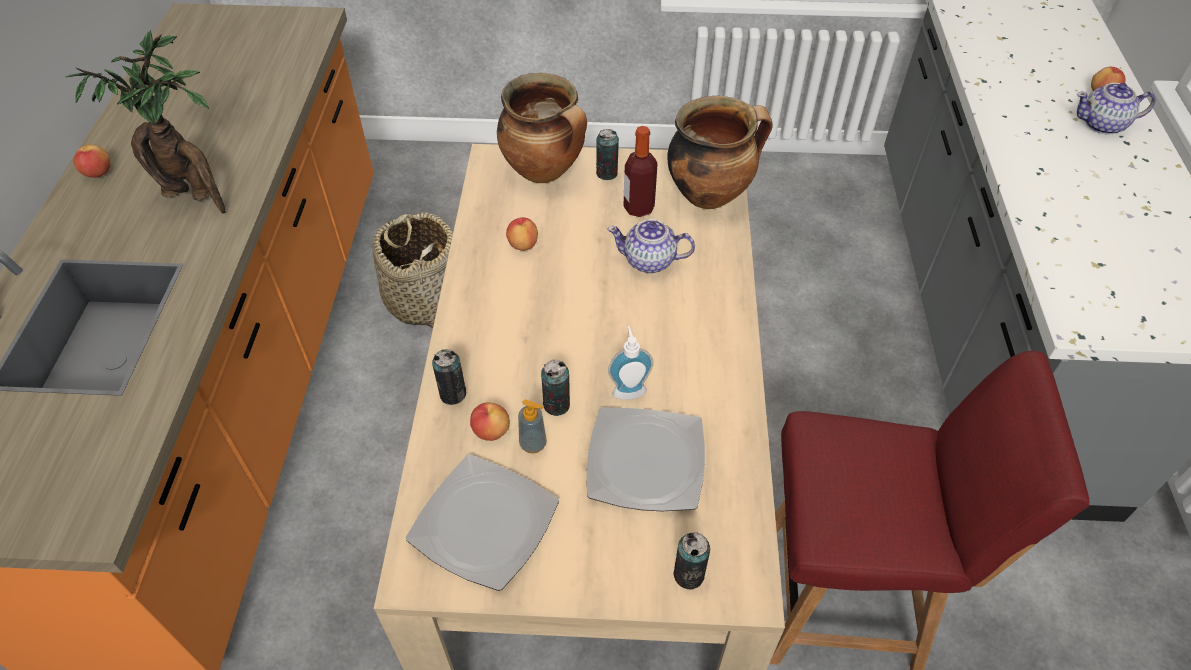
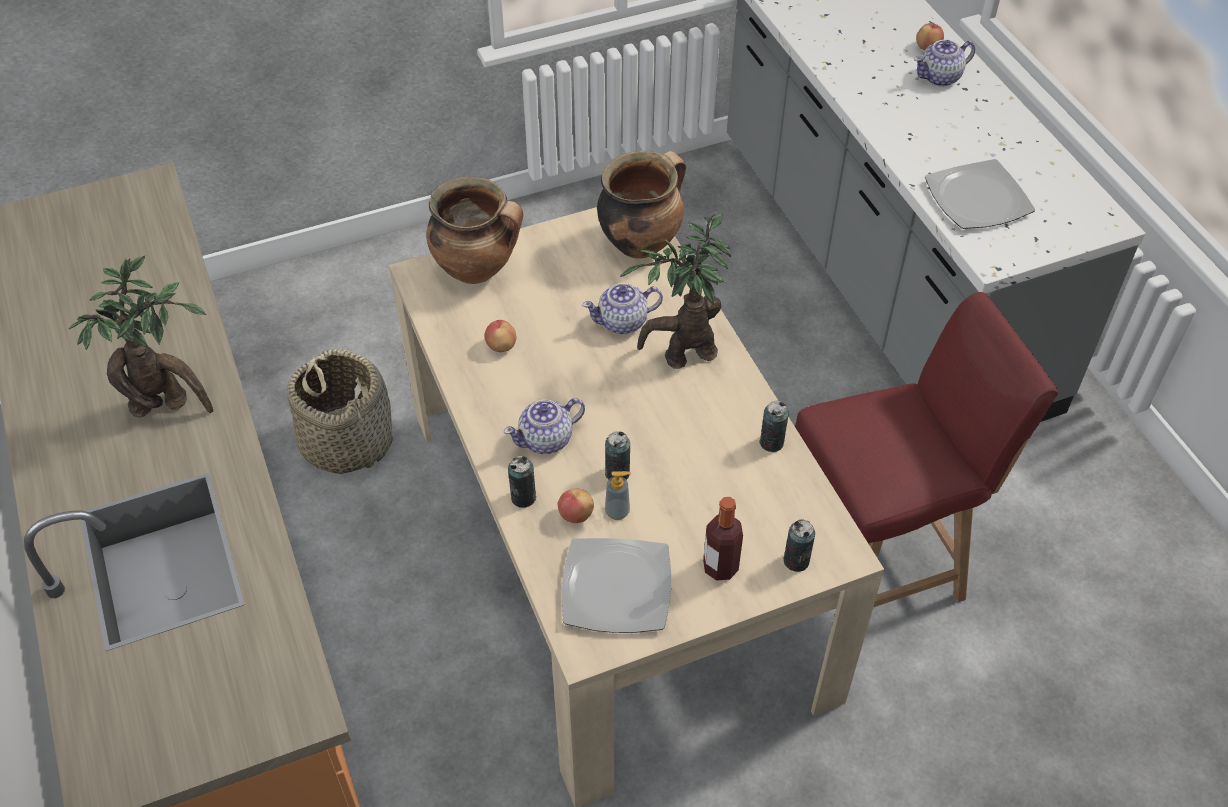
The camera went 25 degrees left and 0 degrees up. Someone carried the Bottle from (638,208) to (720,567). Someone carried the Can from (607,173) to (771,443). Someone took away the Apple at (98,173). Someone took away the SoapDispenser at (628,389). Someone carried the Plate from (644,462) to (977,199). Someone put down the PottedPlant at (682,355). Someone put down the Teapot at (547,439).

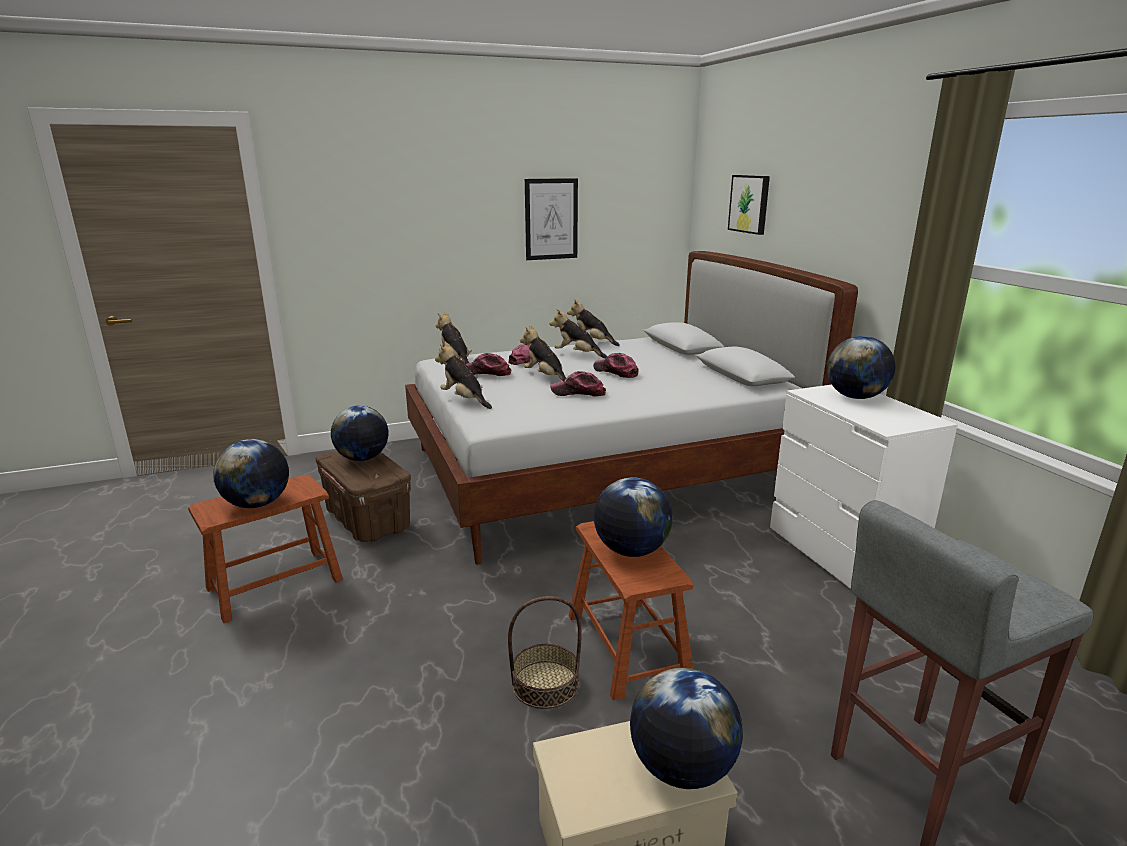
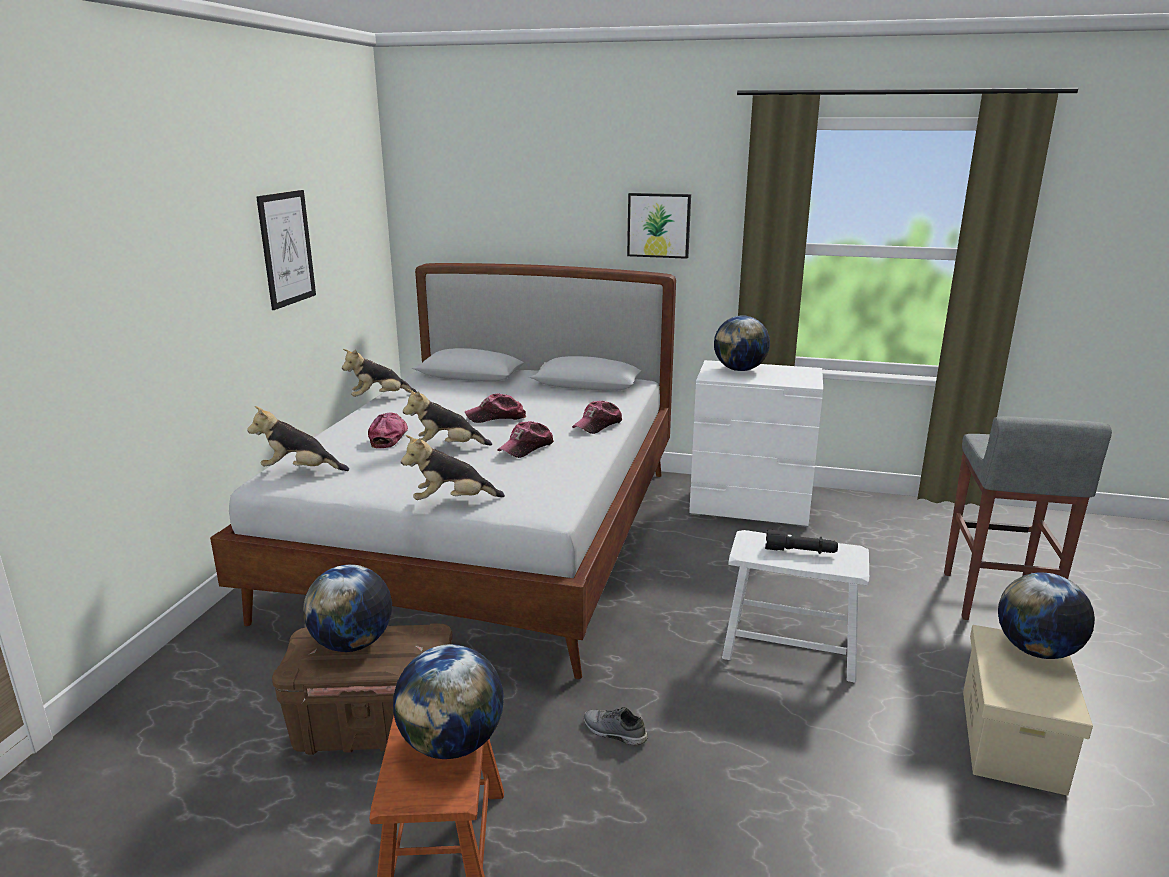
The camera went 55 degrees left and 0 degrees up. Someone carried the Picture from (750,204) to (659,225). Someone took away the PlushToy at (577,355). Someone carried the Cap from (486,373) to (598,425). Someone swapped the Globe at (631,550) for the BlackFlashlight at (800,552). Someone repainted the BrownStool at (627,646), which became the WhiteStool at (790,647). Someone took away the Basket at (545,684). Someone put down the GreyShoe at (613,733).

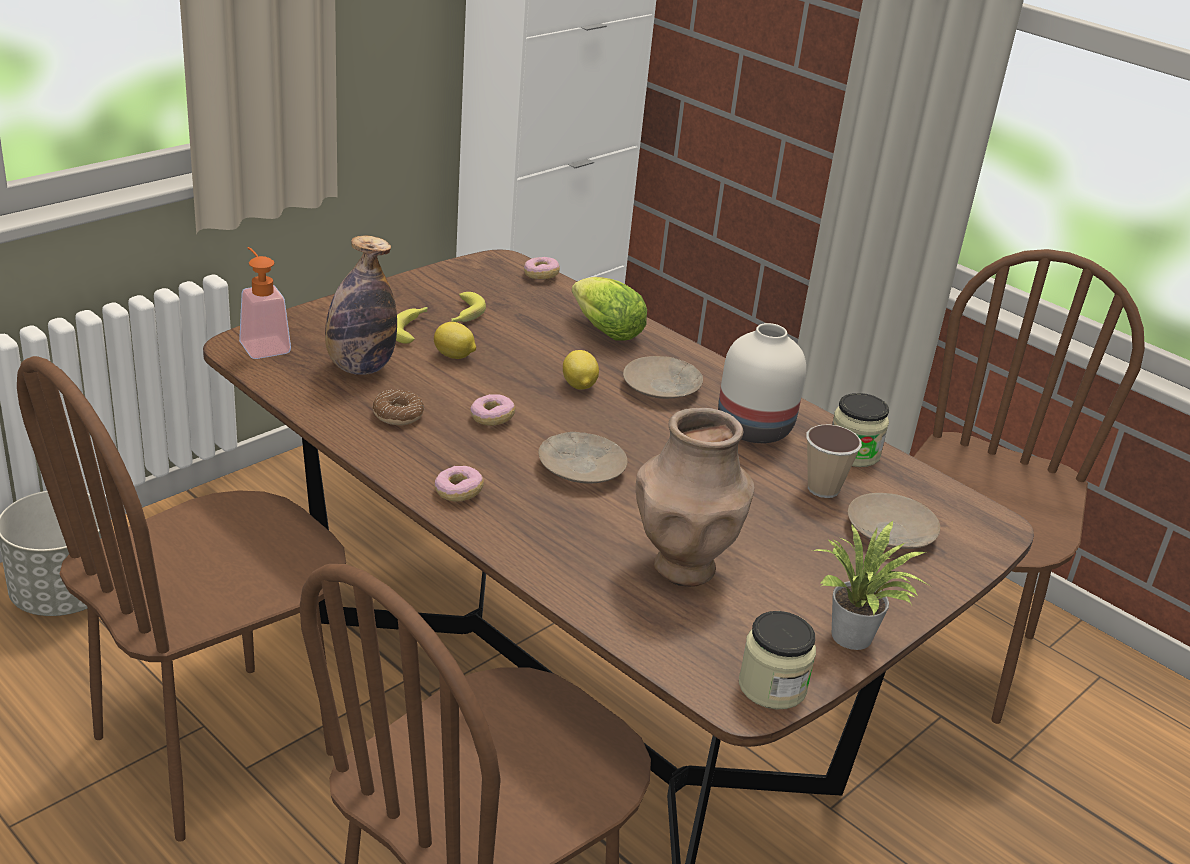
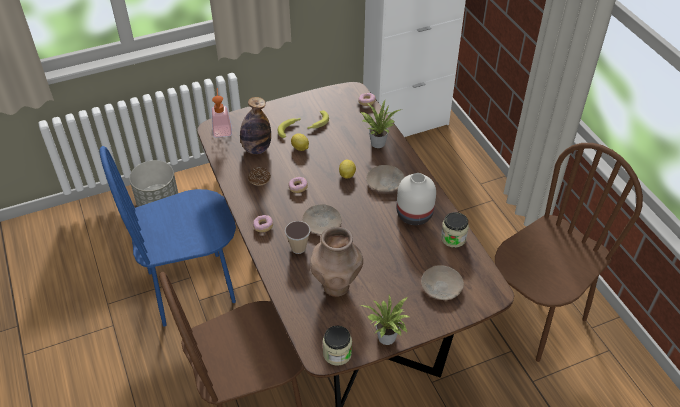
The camera went 25 degrees right and 15 degrees up. Someone swapped the Lettuce at (602,330) for the PottedPlant at (377,142). Someone repainted the BrownChair at (216,746), which became the BlueChair at (191,288). Someone carried the Cup from (823,489) to (298,248).

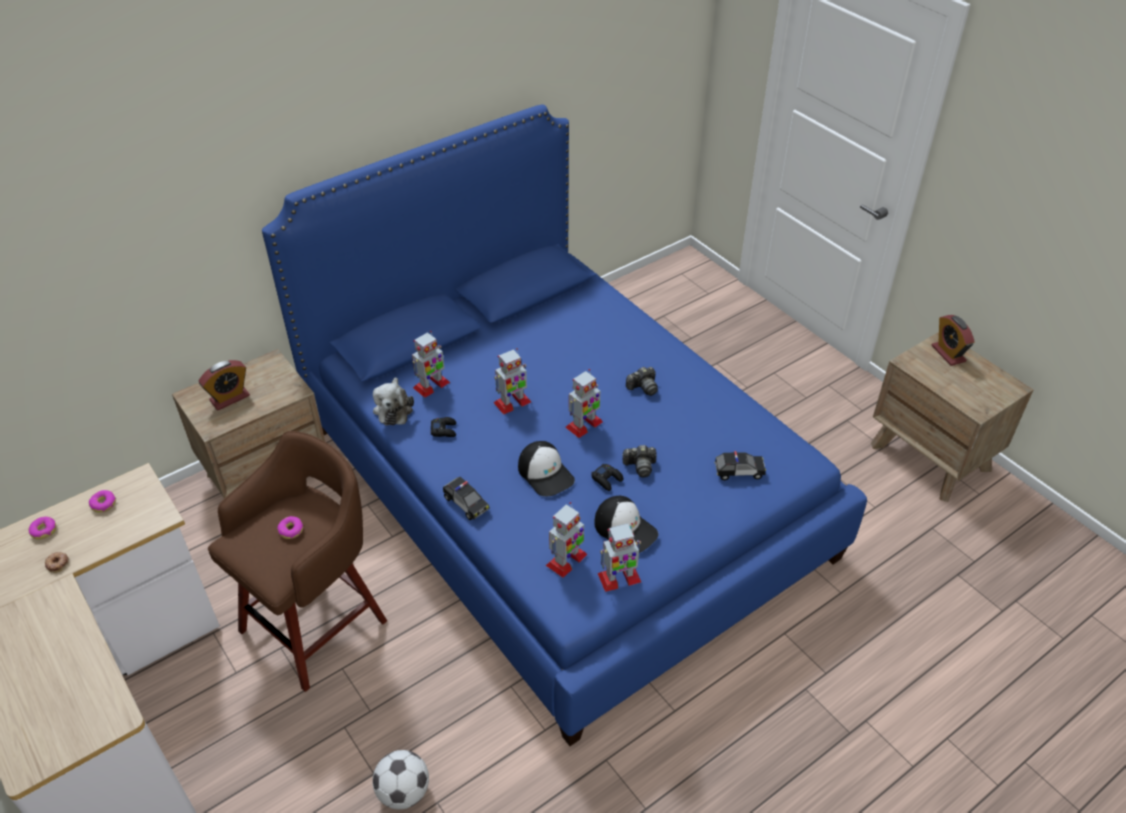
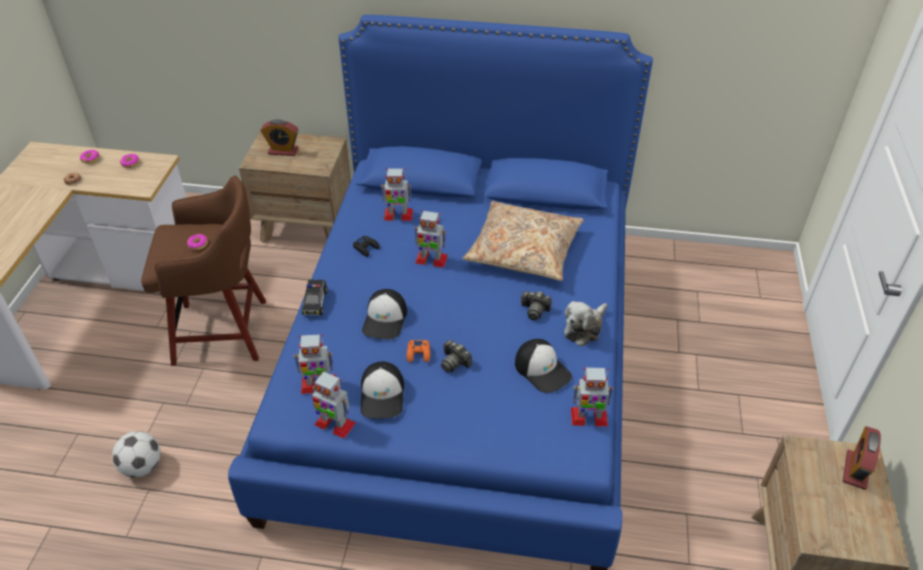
The camera went 45 degrees right and 0 degrees up. Someone carried the ToyRobot from (584,425) to (588,417). Someone carried the PlushToy from (393,409) to (584,328). Someone took away the ToyCar at (738,471). Someone repainted the BlackGameController at (607,479), which became the OrangeGameController at (419,353). Someone put down the BeigePillow at (523,250). Someone put down the Cap at (542,369).

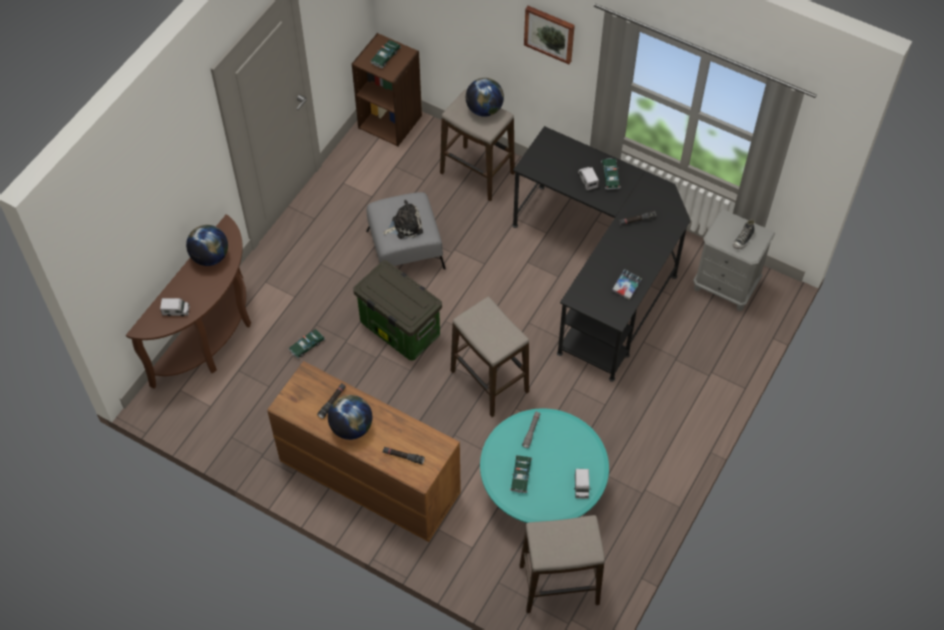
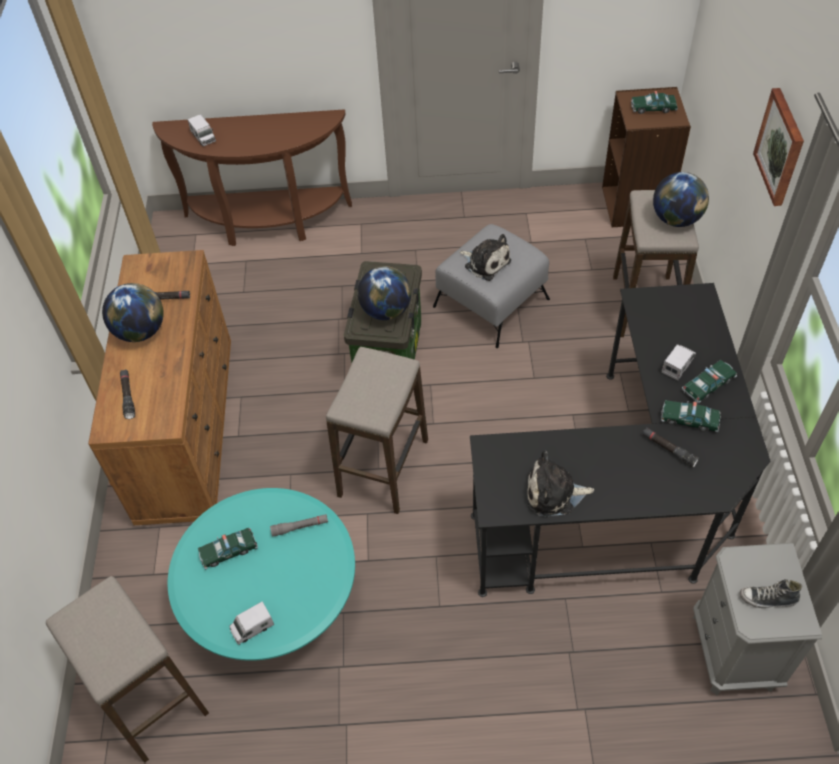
The camera went 60 degrees right and 5 degrees down. Someone carried the Globe from (210,257) to (386,311). Someone swapped the Book at (626,286) for the PlushToy at (554,493). Someone carried the ToyCar from (307,346) to (689,420).

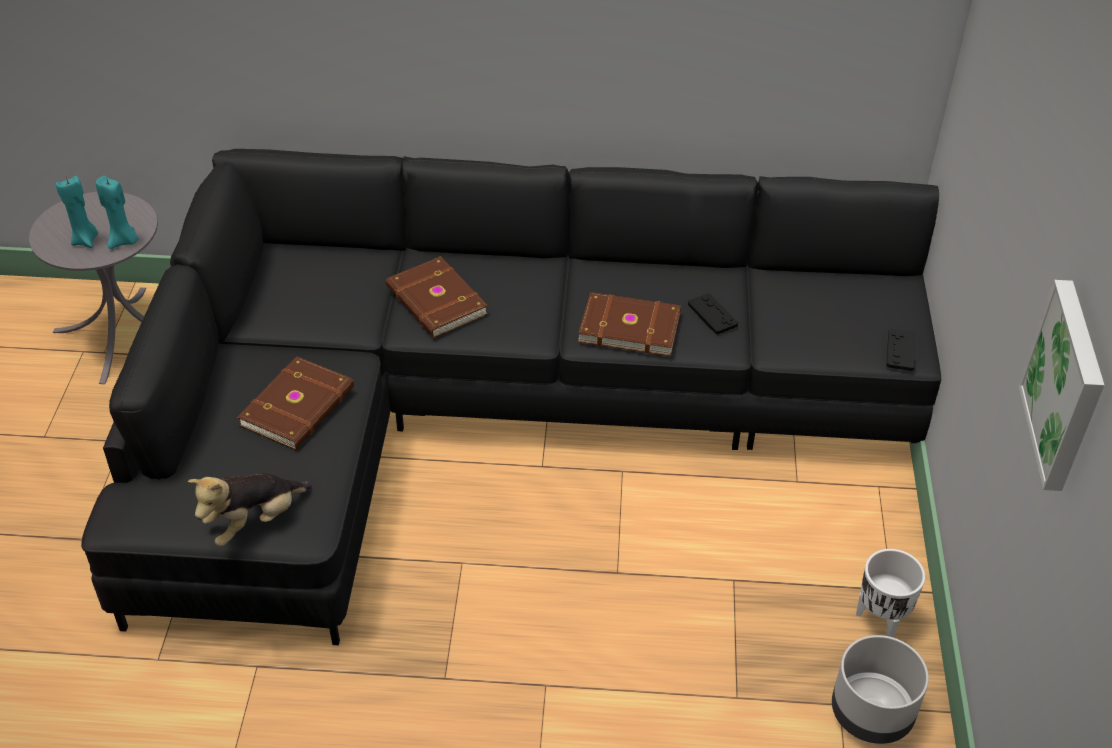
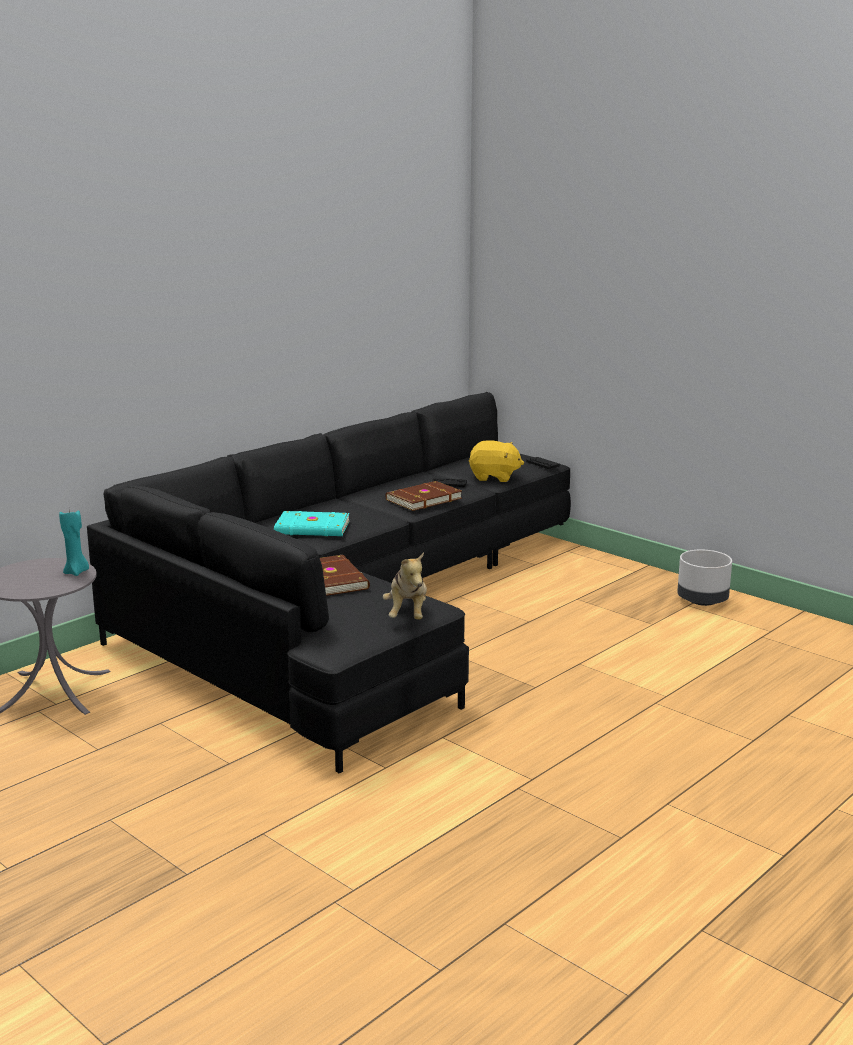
The camera went 50 degrees left and 25 degrees down. Someone took away the TurquoiseCandle at (85,240). Someone repainted the BrownBook at (435,302), which became the TurquoiseBook at (312,528). Someone took away the Picture at (1067,385). Someone took away the WhitePlanter at (880,619). Someone put down the YellowPlushToy at (494,477).

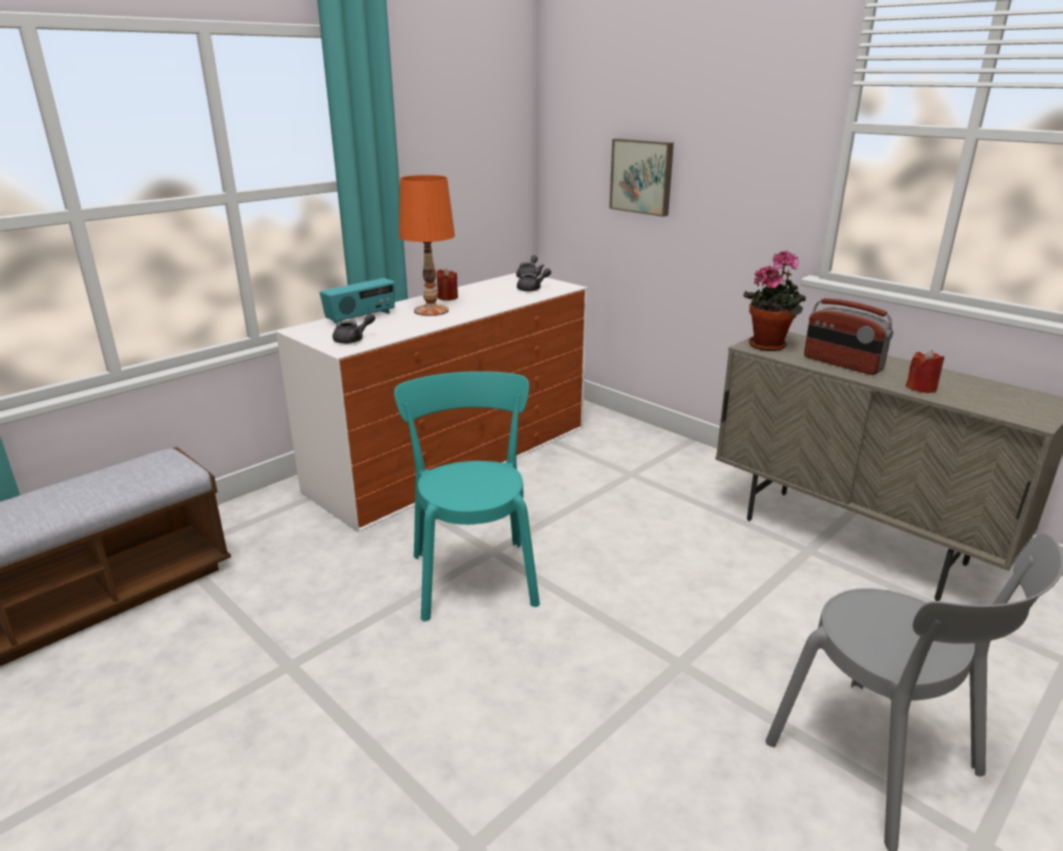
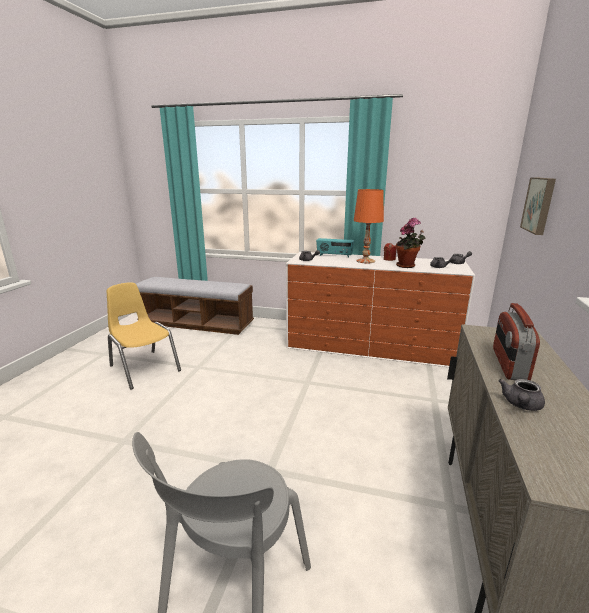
The camera went 60 degrees right and 5 degrees down. Someone carried the PottedPlant from (770,345) to (407,266). Someone swapped the RedCandle at (921,388) for the GreyTeapot at (521,405). Someone took away the TurquoiseChair at (473,574). Someone put down the YellowChair at (144,368).

